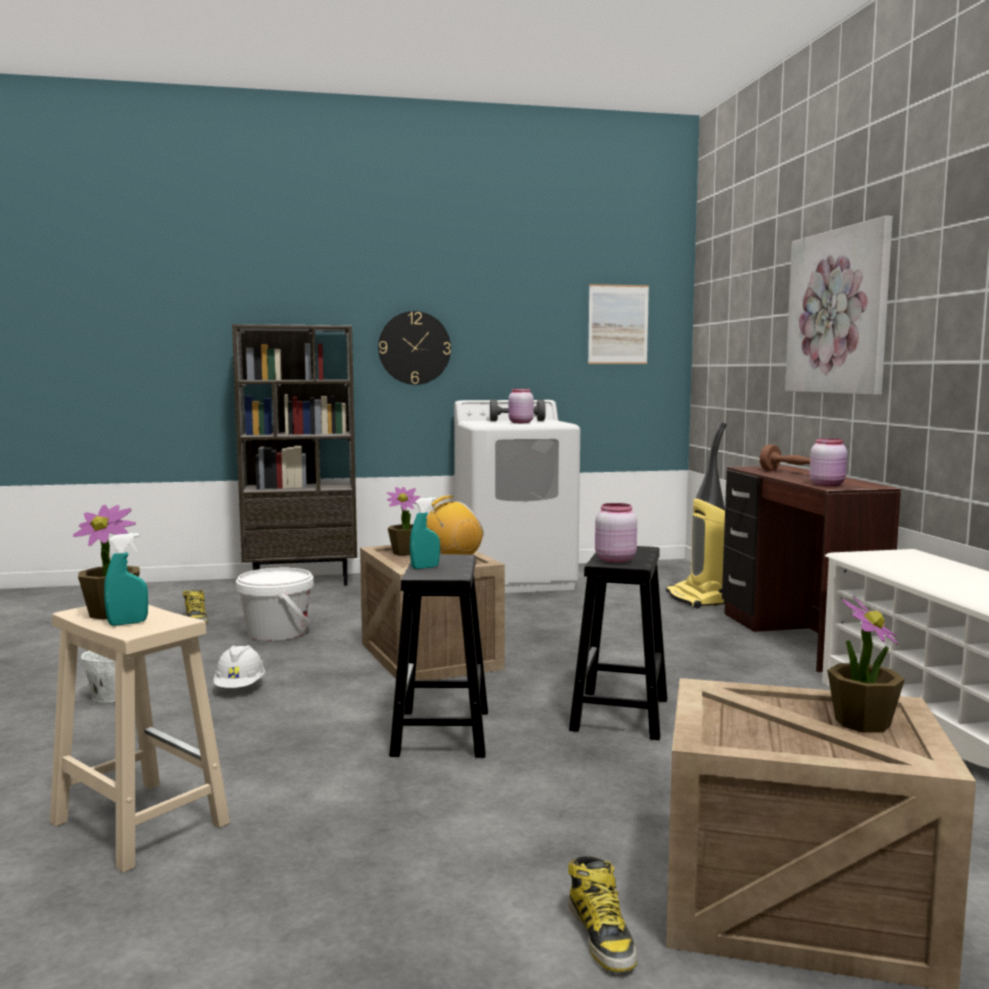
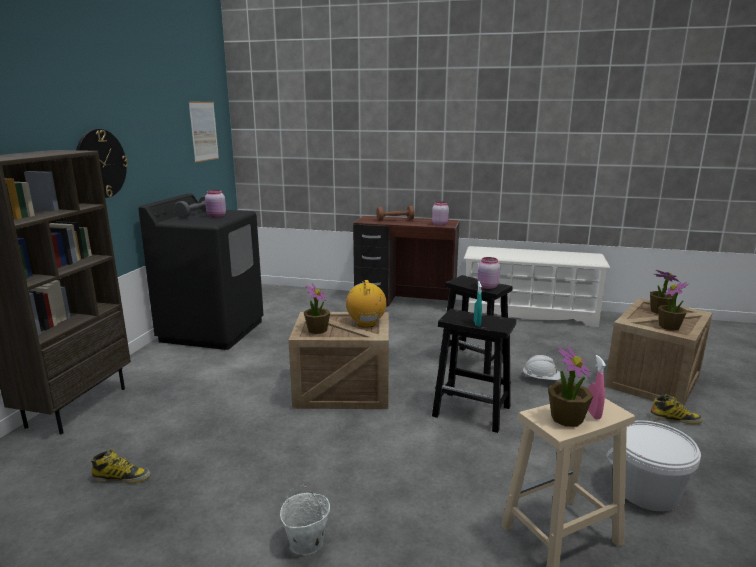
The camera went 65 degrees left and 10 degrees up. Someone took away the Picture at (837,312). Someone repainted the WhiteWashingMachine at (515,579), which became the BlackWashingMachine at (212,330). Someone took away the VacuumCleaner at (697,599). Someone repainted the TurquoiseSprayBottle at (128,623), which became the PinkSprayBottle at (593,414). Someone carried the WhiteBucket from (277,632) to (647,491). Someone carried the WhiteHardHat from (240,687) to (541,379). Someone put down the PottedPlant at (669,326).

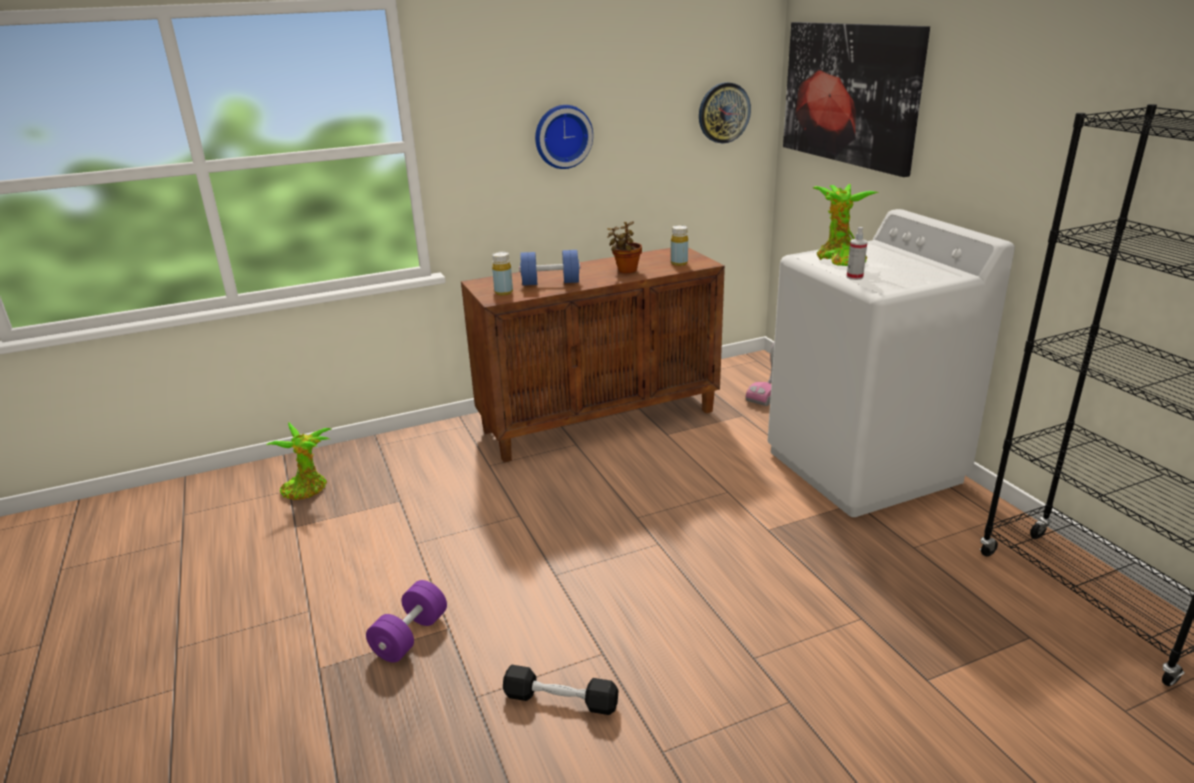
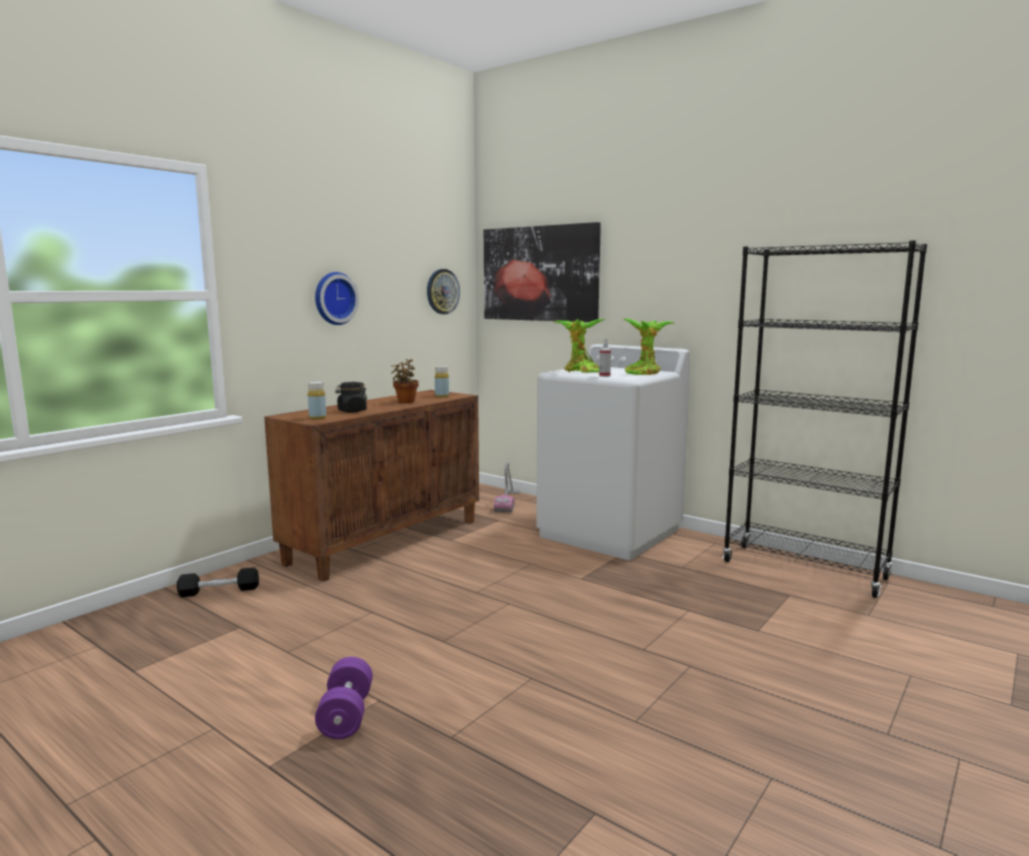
The camera went 30 degrees left and 15 degrees down. Someone swapped the BlueDumbbell at (550,283) for the BlackJar at (352,411). Someone carried the PottedPlant from (307,489) to (644,373). Someone carried the BlackDumbbell from (560,700) to (219,591).

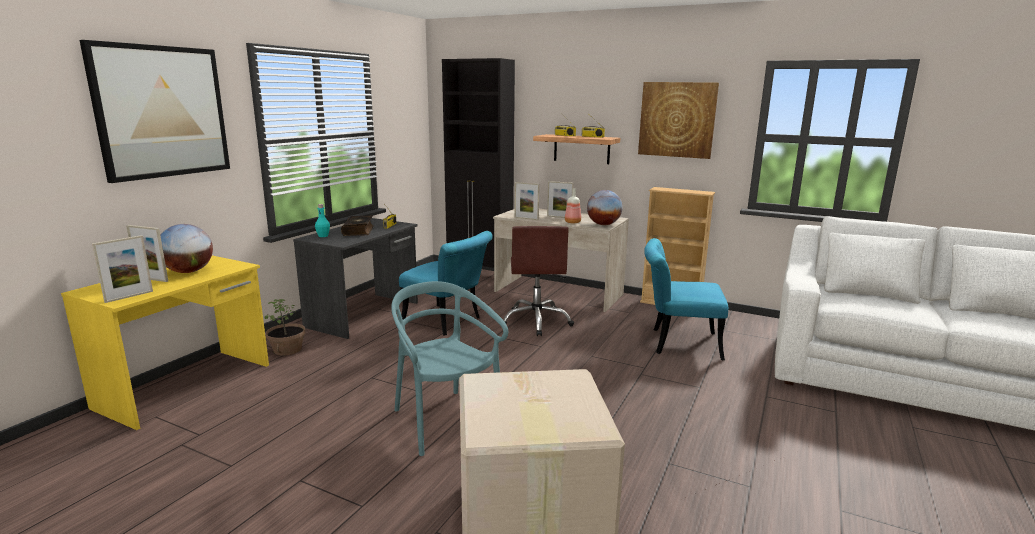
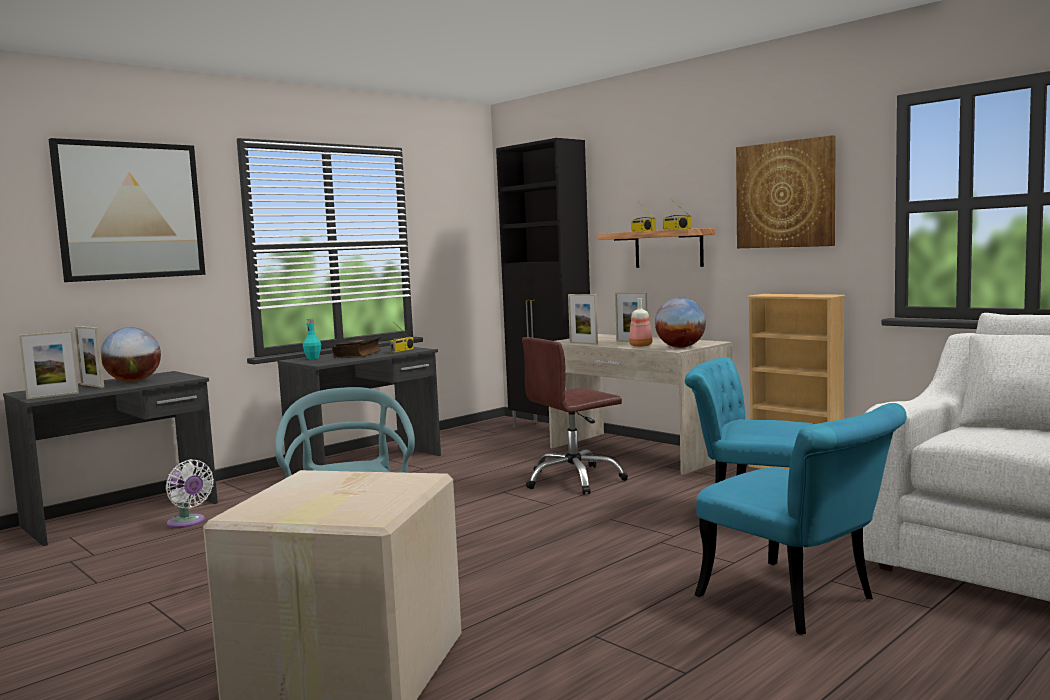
The camera went 20 degrees right and 10 degrees down. Someone rotated the BrownOfficeChair at (536,321) by 45 degrees clockwise. Someone carried the TurquoiseChair from (447,322) to (800,602). Someone repainted the YellowDesk at (187,386), which became the GreyDesk at (122,514). Someone took away the PottedPlant at (288,350). Someone put down the WhiteFan at (188,523).

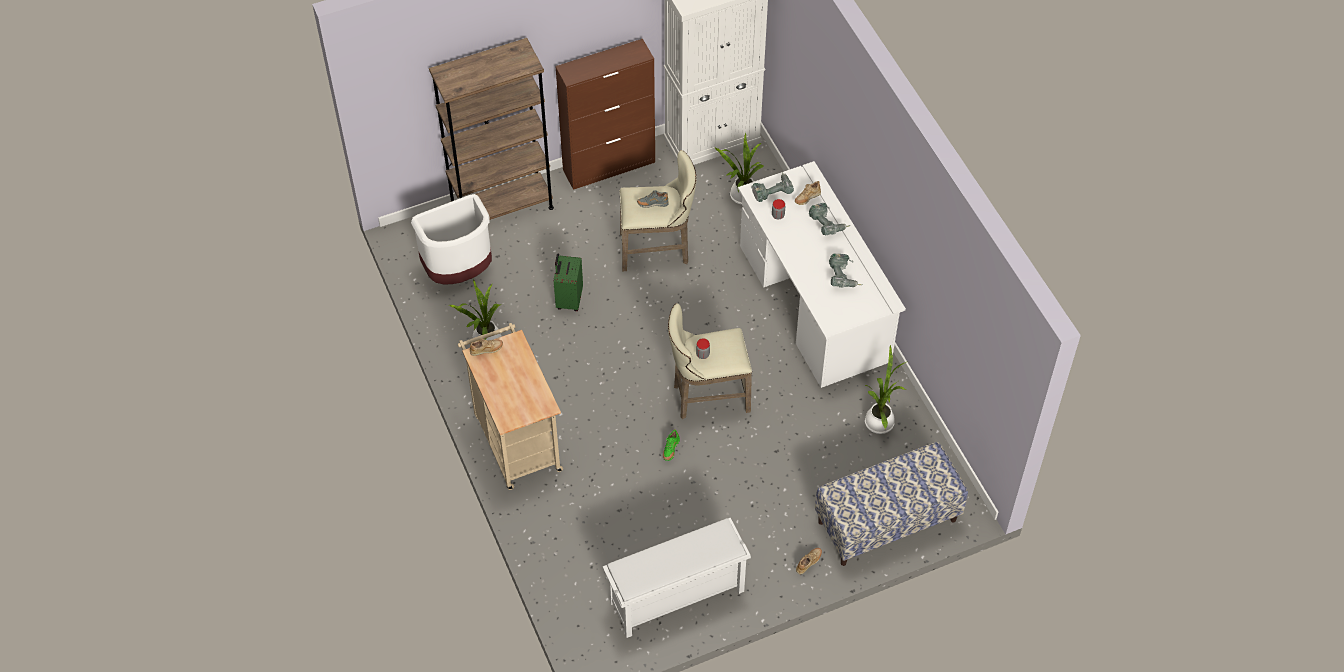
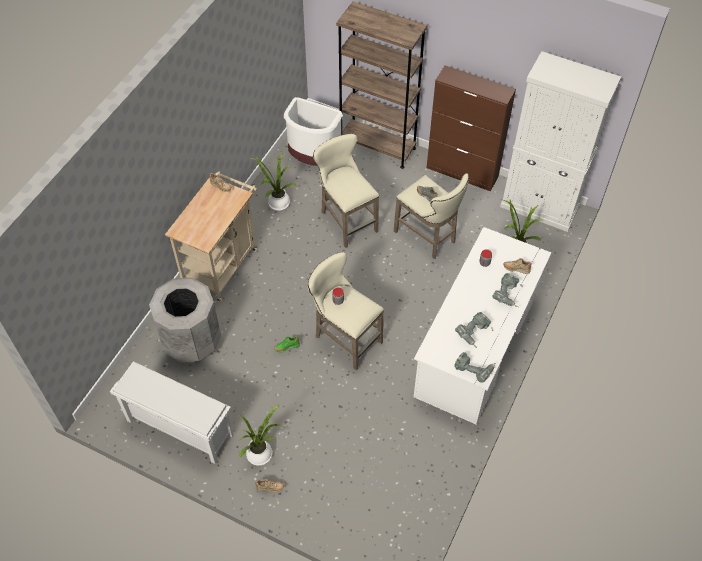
The camera went 50 degrees right and 0 degrees up. Someone carried the PowerDrill from (771,191) to (474,369). Someone swapped the GreenSuitcase at (568,299) for the BeigeStool at (346,220). Someone carried the PottedPlant from (880,420) to (261,453). Someone took away the Bench at (887,521). Someone put down the GreyTrashCan at (191,341).

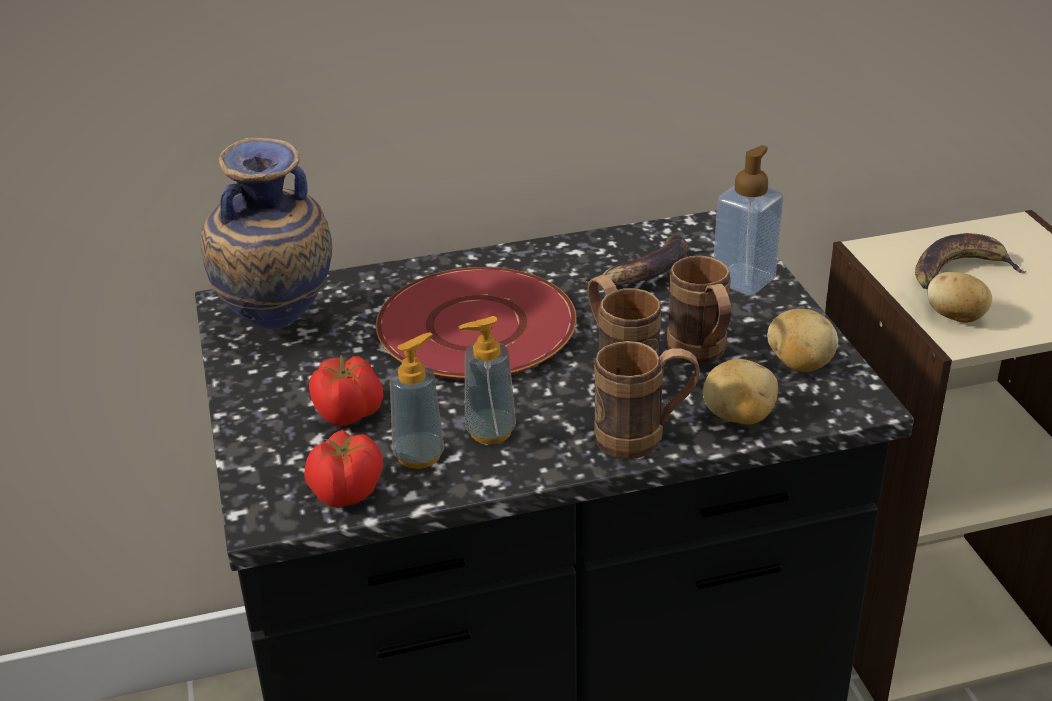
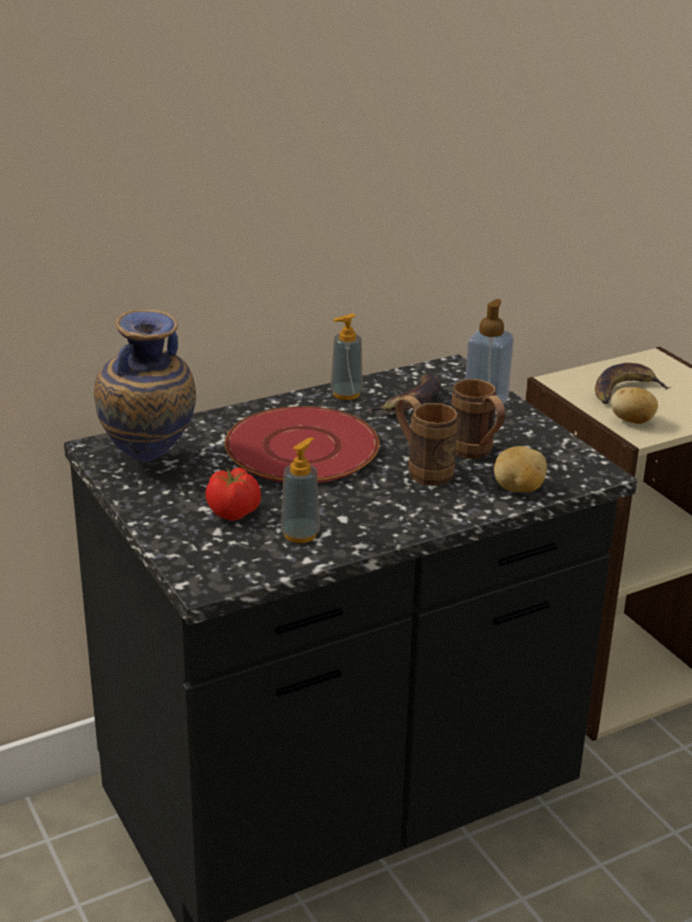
The camera went 15 degrees left and 5 degrees down. Someone took away the Potato at (798,364). Someone carried the SoapDispenser from (490,431) to (346,394). Someone took away the BrownMug at (644,440). Someone took away the Tomato at (346,493).

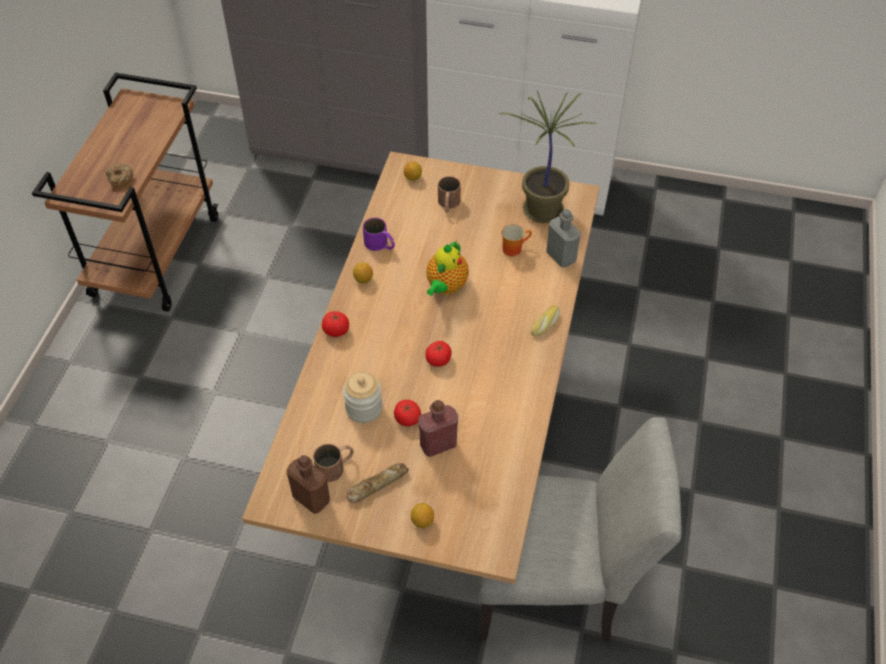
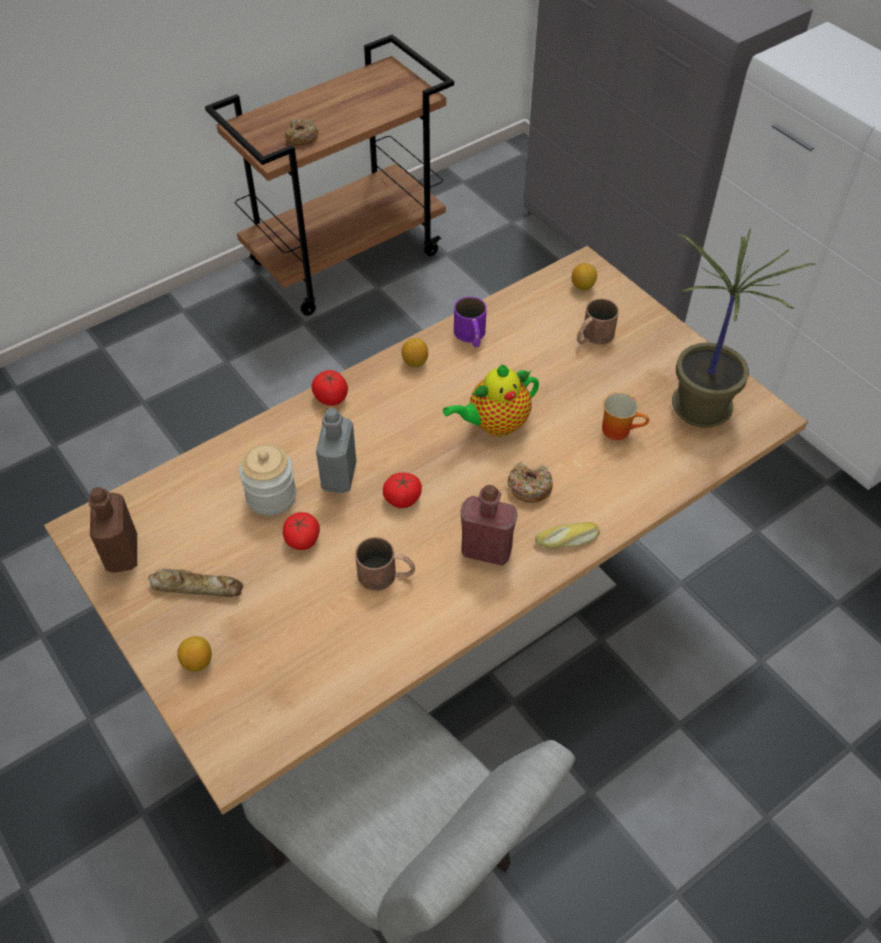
The camera went 40 degrees right and 0 degrees up. Someone carried the GreyBottle from (561,256) to (339,476). Someone carried the RedBottle from (438,444) to (486,550). Someone carried the BrownMug from (336,466) to (386,575). Someone put down the Donut at (529,487).

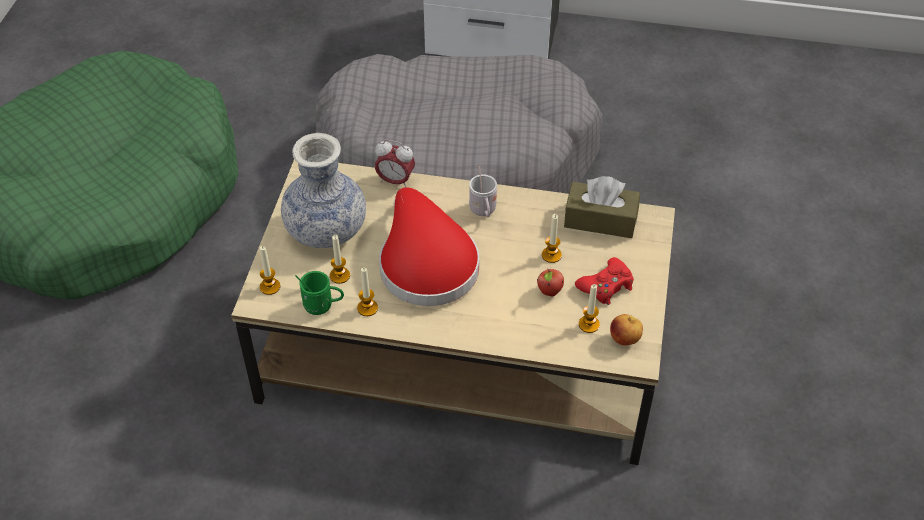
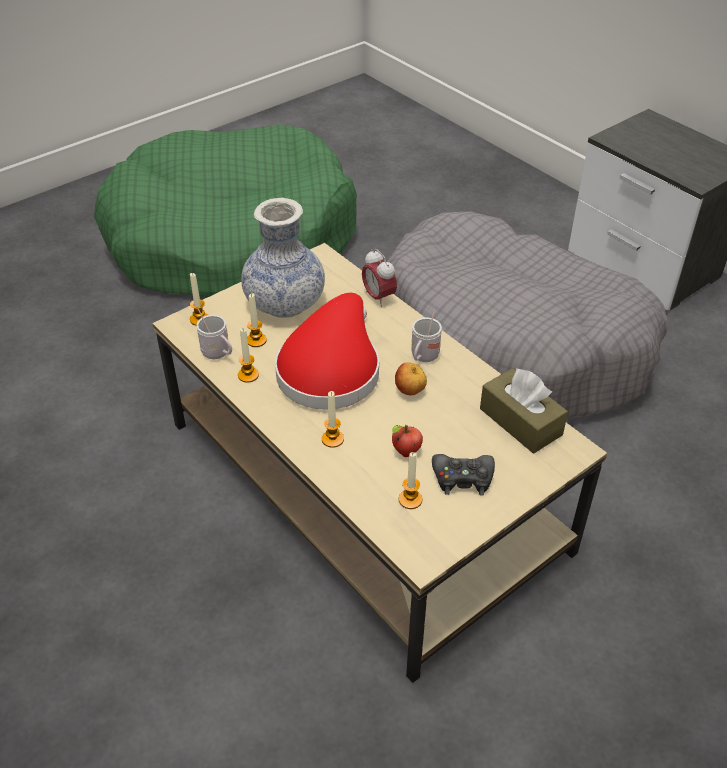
The camera went 40 degrees right and 5 degrees down. Someone carried the Candle from (551,255) to (332,439). Someone repainted the RedGameController at (606,286), which became the BlackGameController at (463,478). Someone repainted the GreenMug at (322,306), which became the WhiteMug at (218,354). Someone carried the Apple from (625,339) to (410,391).

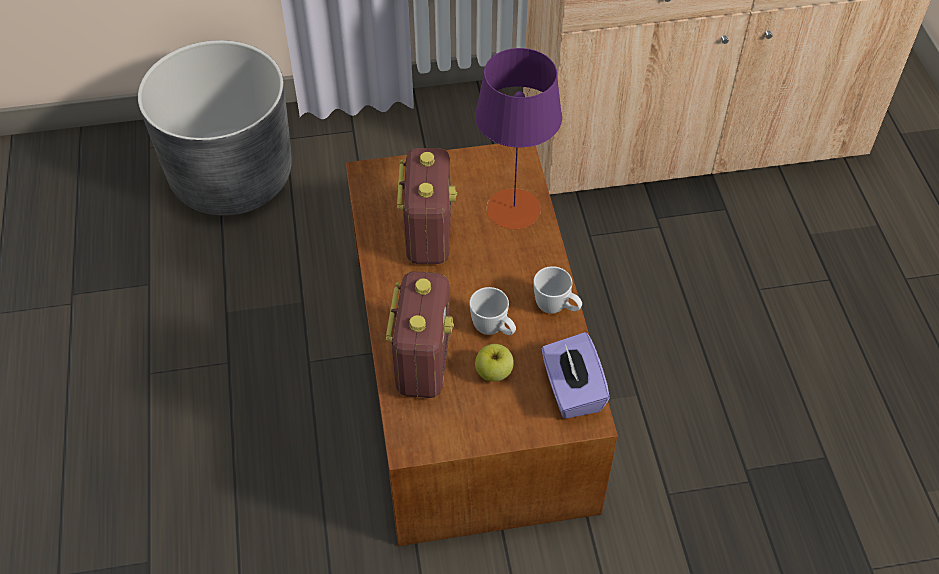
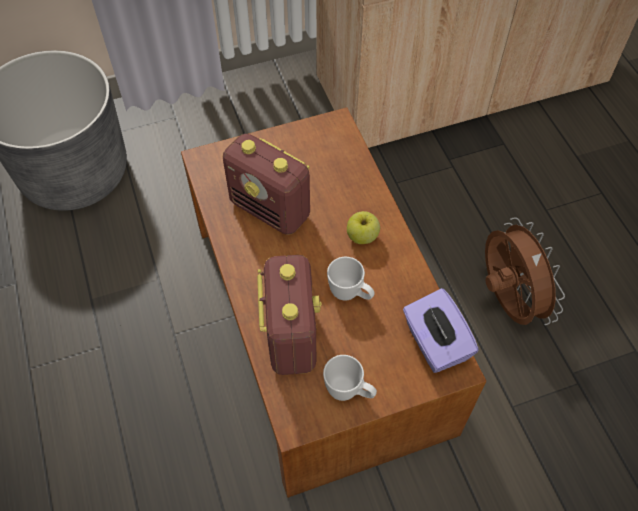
The camera went 10 degrees left and 5 degrees up. Someone took away the PurpleTableLamp at (514,209). Someone rotated the Radio at (428,234) by 135 degrees clockwise. Someone carried the WhiteMug from (557,308) to (349,392). Someone carried the Apple from (494,373) to (362,236). Someone put down the BrownFan at (506,301).

